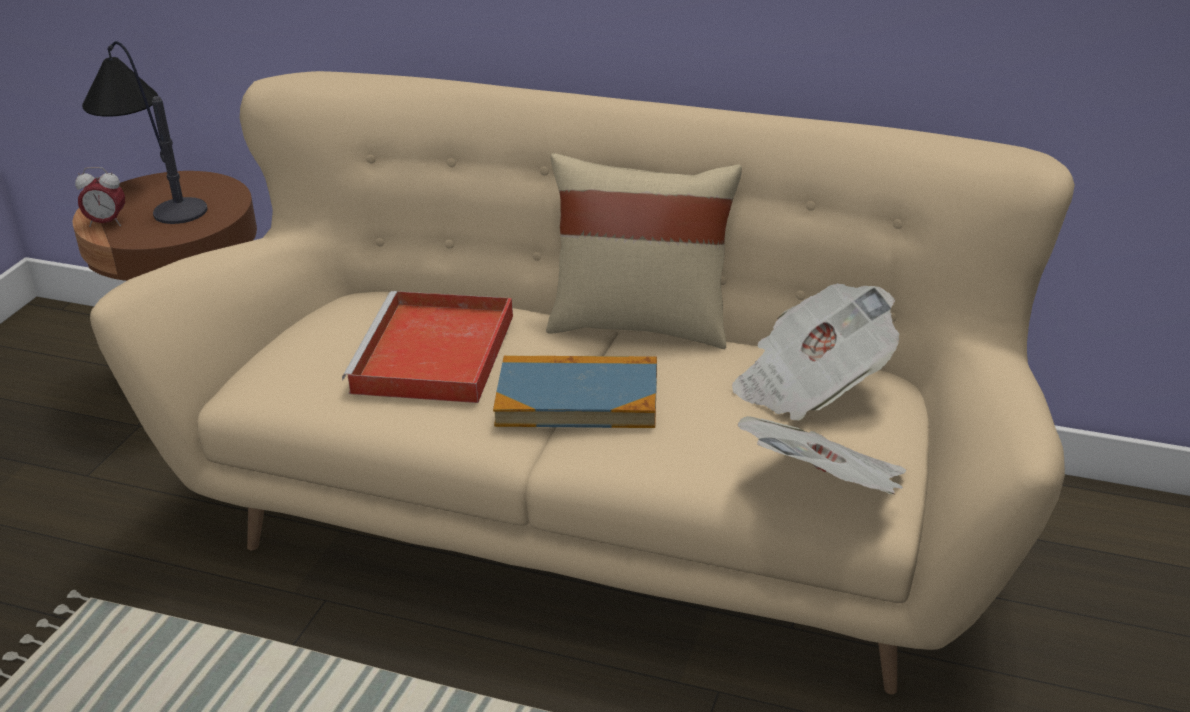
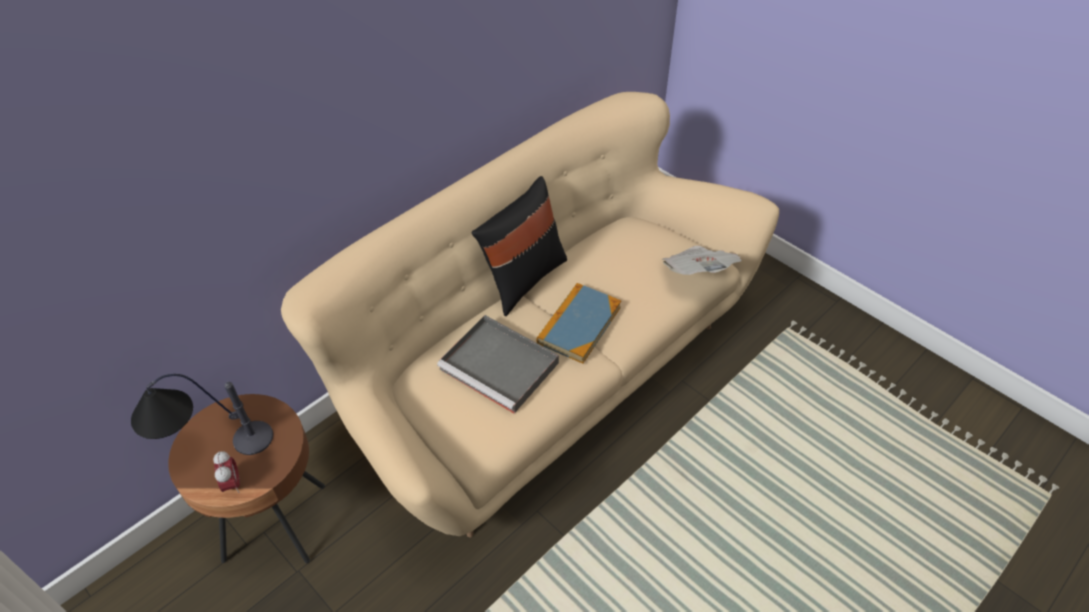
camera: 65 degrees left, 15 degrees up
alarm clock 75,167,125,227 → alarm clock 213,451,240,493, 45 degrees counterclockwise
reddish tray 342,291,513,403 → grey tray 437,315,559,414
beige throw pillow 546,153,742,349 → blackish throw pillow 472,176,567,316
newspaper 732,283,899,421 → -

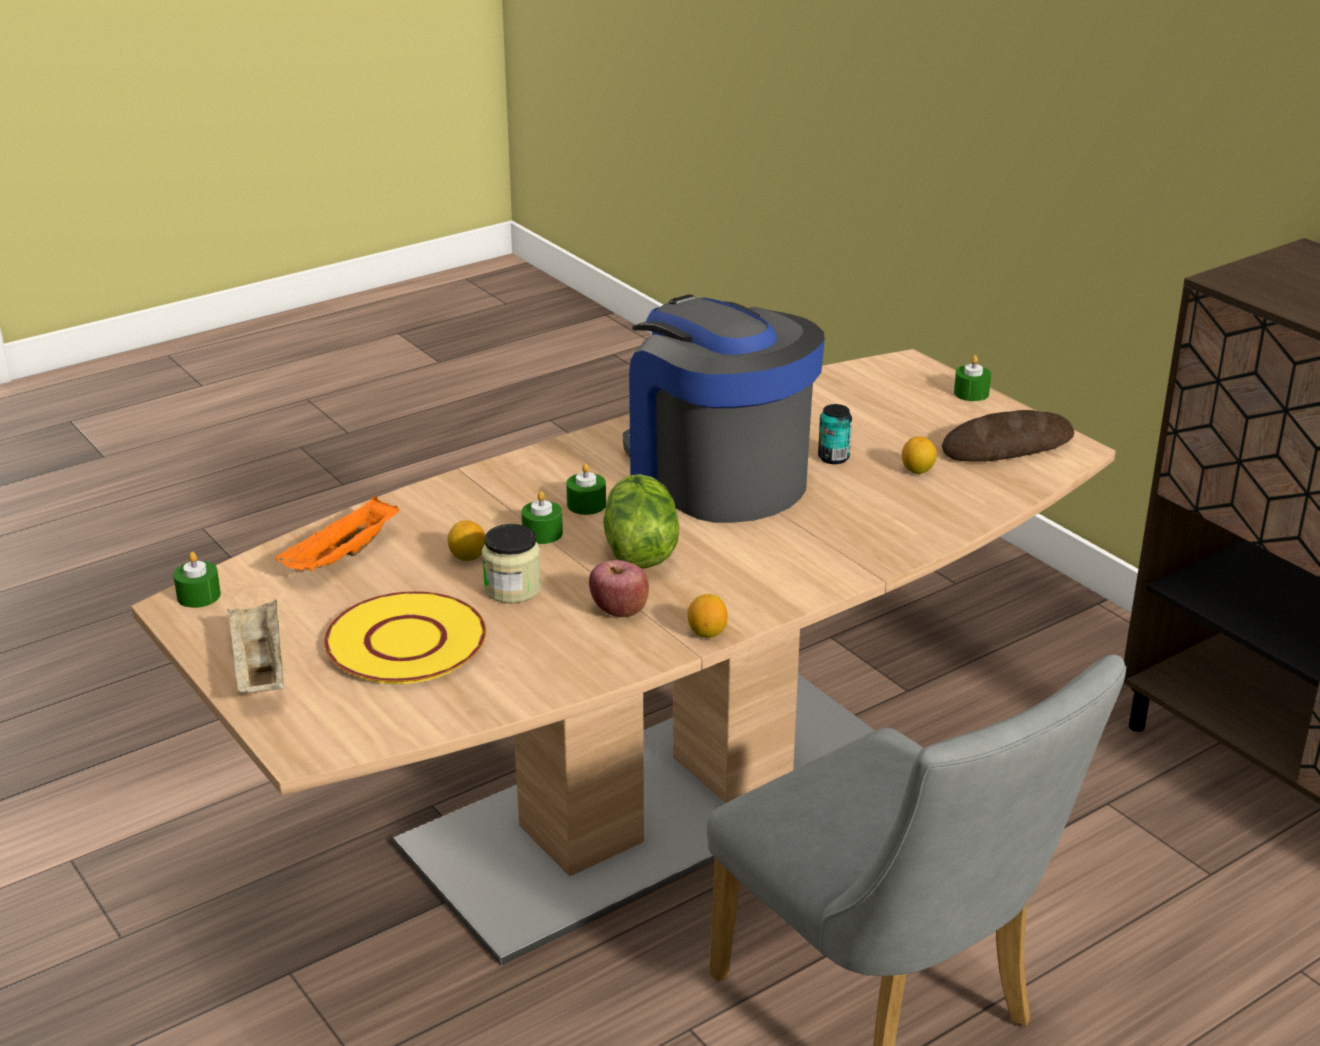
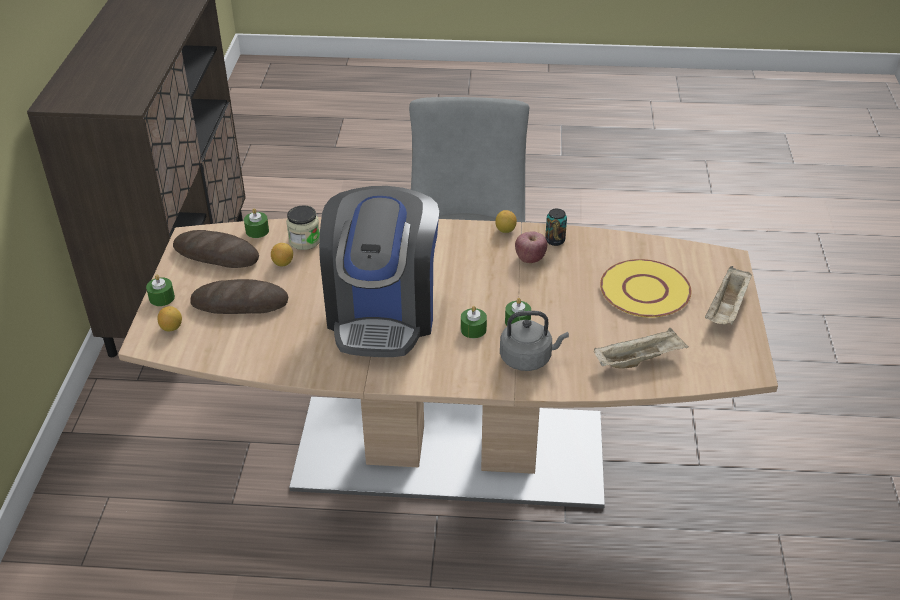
camera: 140 degrees left, 10 degrees up
greenish candle 173,552,221,608 → greenish candle 244,208,269,238, relocated
orange tray 275,496,399,571 → beige tray 594,328,689,369
citrus fruit 447,520,485,561 → citrus fruit 157,306,182,332, relocated
storage jar 482,524,541,603 → storage jar 286,205,320,250, relocated
lettuce 603,474,679,568 → -
can 818,404,852,464 → can 545,208,567,246, relocated
- → bakery bread 190,279,288,314
- → grey water kettle 500,311,569,371

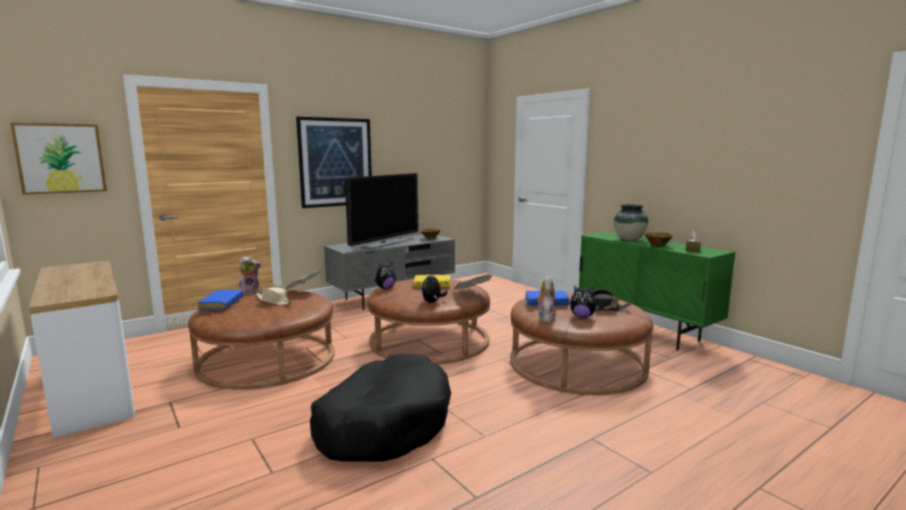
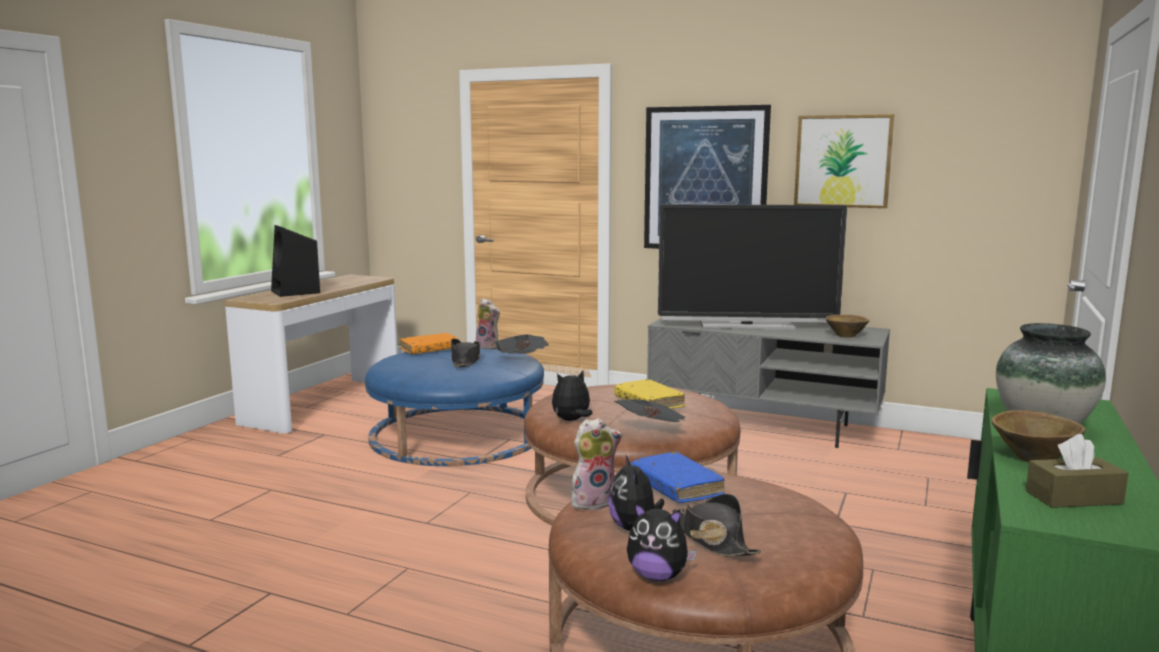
camera: 60 degrees right, 0 degrees up
wall picture 10,123,107,195 → wall picture 794,114,894,208, relocated
brownish ottoman 188,290,335,390 → blue ottoman 365,348,544,466
blue volume 197,290,243,310 → orange volume 400,333,459,354
beige hat 256,286,293,305 → blackish hat 451,339,480,367
blackish pet bed 310,354,451,462 → -
plush toy 374,262,396,289 → plush toy 627,502,697,581, relocated
- → blackish audio speaker 271,225,320,297

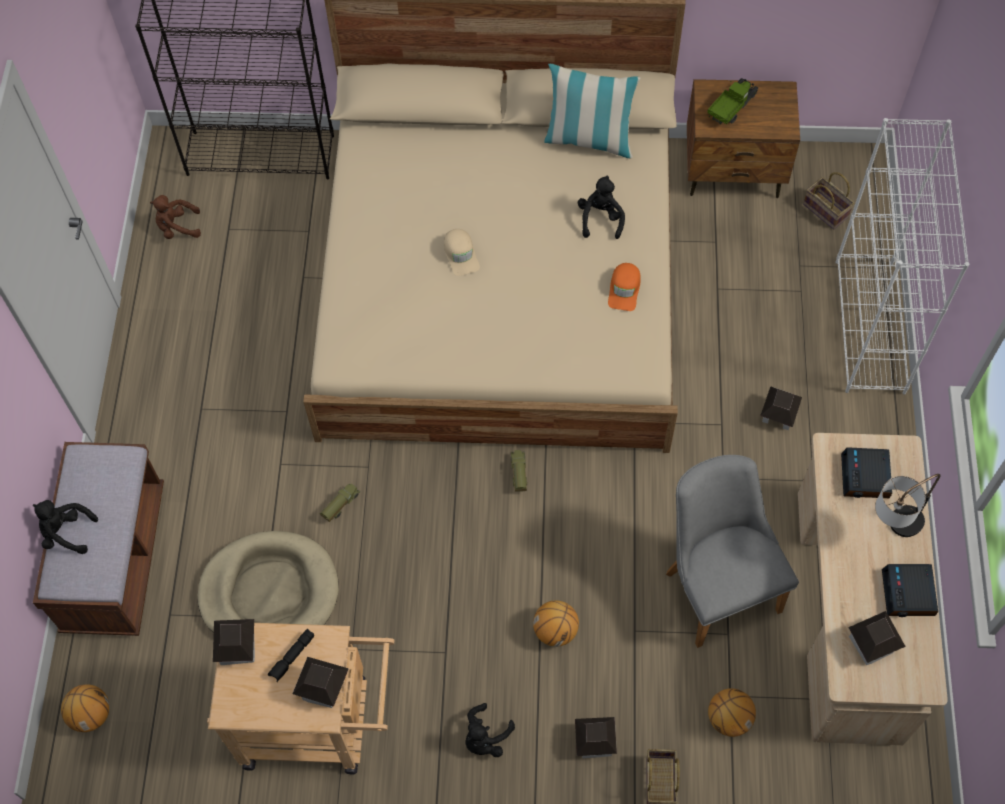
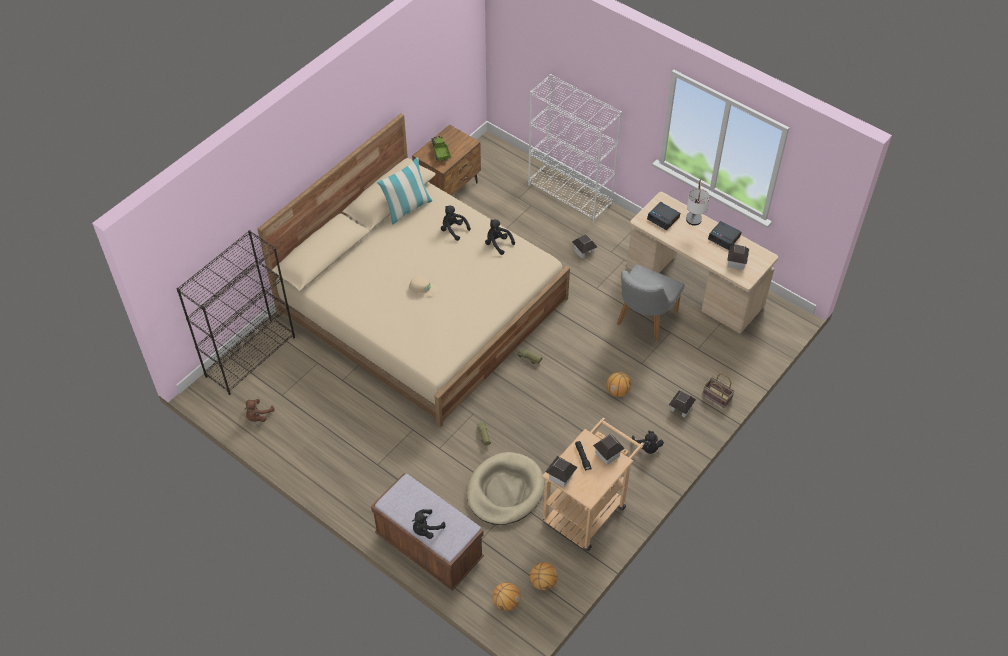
camera: 55 degrees left, 10 degrees down
orange baseball cap 608,263,641,311 → blackish plush toy 485,219,515,255
grey upright chair 666,455,799,648 → grey upright chair 617,264,685,341, 75 degrees counterclockwise
basketball ball 708,688,756,737 → basketball ball 530,562,558,590, relocated
basket 803,172,854,229 → -

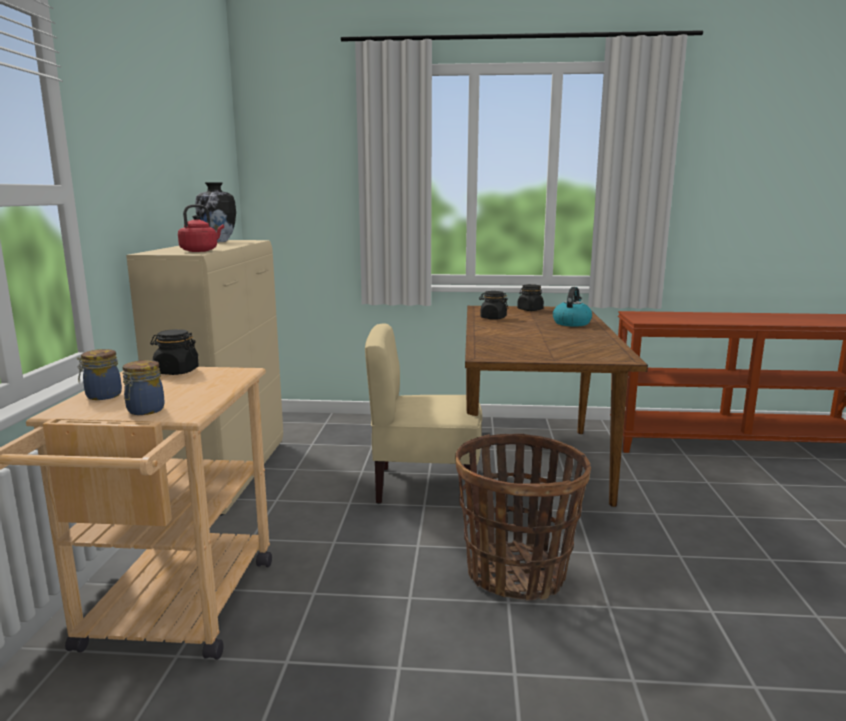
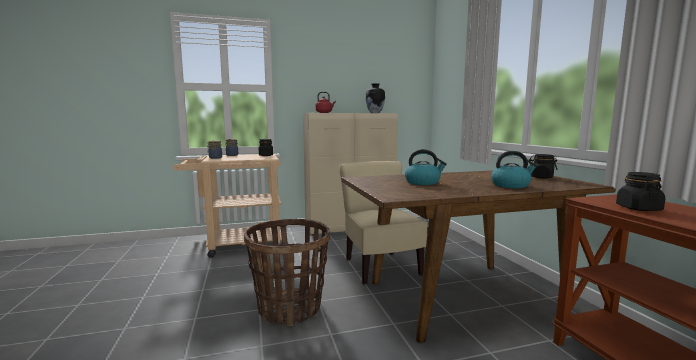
camera: 70 degrees right, 5 degrees down
blackish storage jar 479,291,508,320 → blackish storage jar 616,172,665,211, relocated
- → water kettle 405,149,447,185

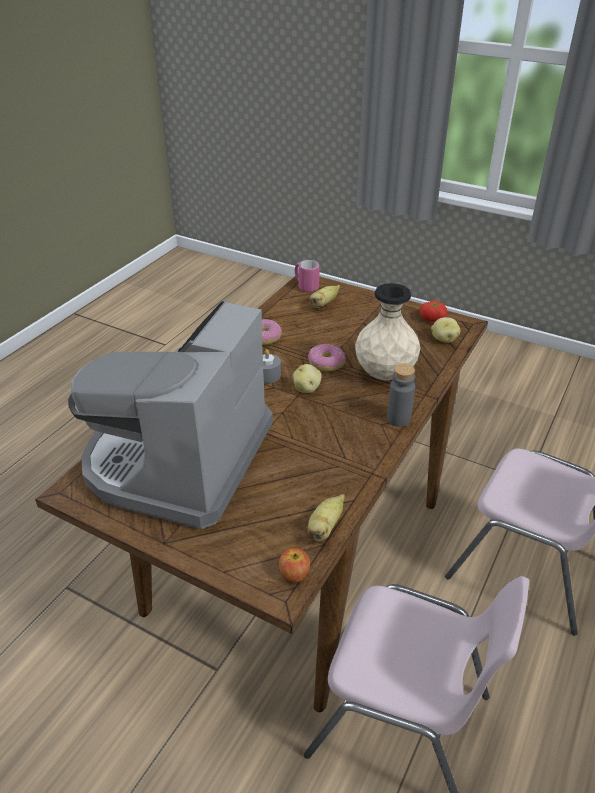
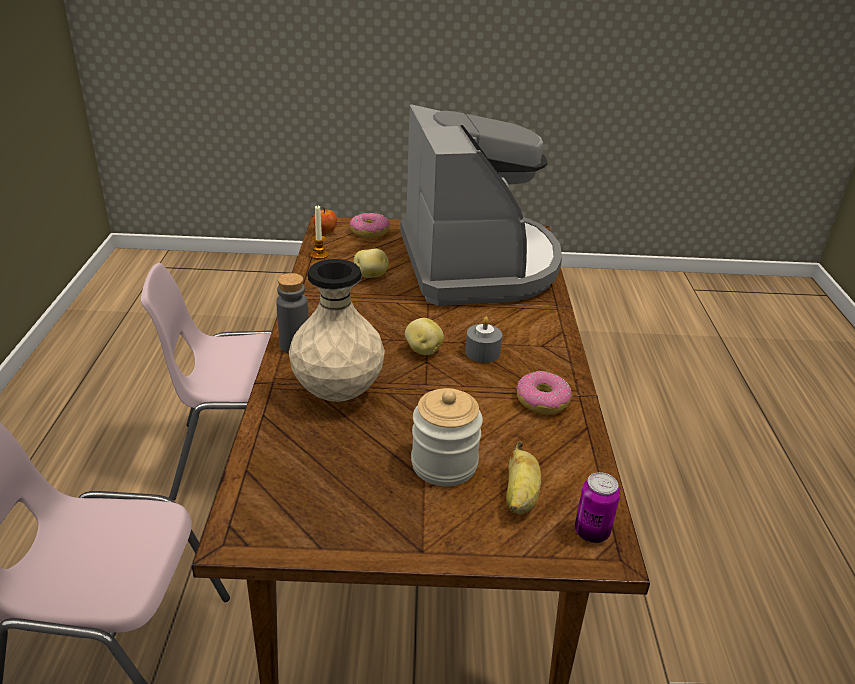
camera: 150 degrees right, 5 degrees down
pink coffee mug 295,260,320,292 → can 575,472,620,543
ring doughnut 308,344,346,372 → ring doughnut 350,213,390,238, relocated
whole banana 308,494,345,542 → candle 310,205,329,259
whole tomato 419,300,447,322 → -
potato 431,317,460,343 → potato 353,248,389,278, relocated
- → storage jar 411,388,483,486

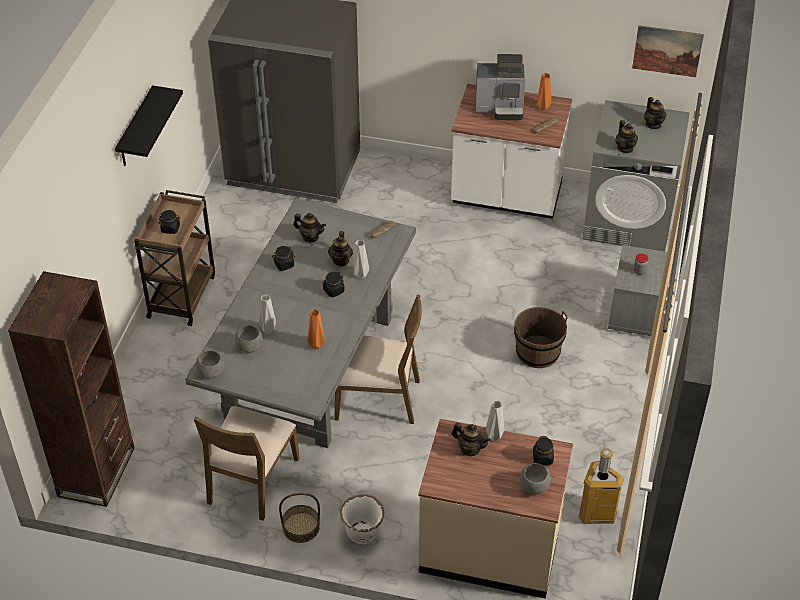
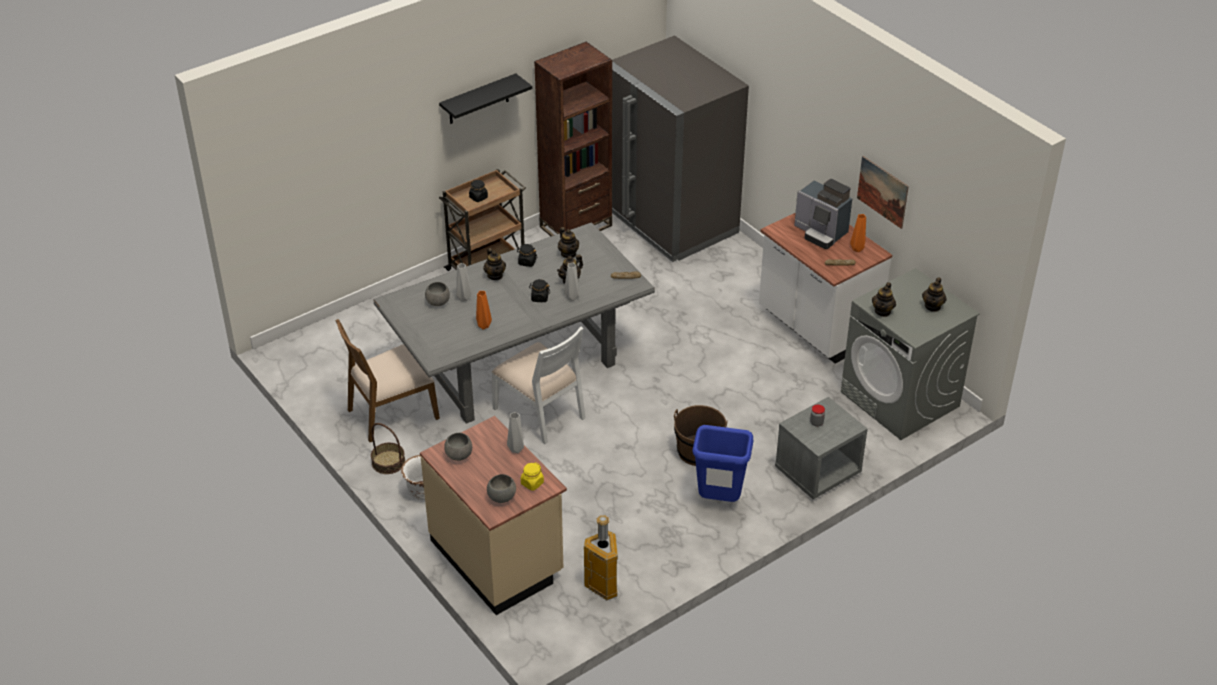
camera: 40 degrees right, 5 degrees down
brownish bookcase 8,271,135,507 → brownish bookcase 534,42,612,236, relocated
grey deep dish 196,350,225,378 → grey deep dish 444,433,472,461, relocated
brownish upright chair 335,294,422,424 → white upright chair 492,326,585,444
pot for tea 452,423,490,456 → pot for tea 483,248,506,280, relocated
blackish storage jar 533,436,554,465 → yellow-coloured storage jar 521,462,544,491
wall picture 632,25,704,77 → wall picture 857,156,909,229, relocated
- → blue waste bin 693,425,753,502

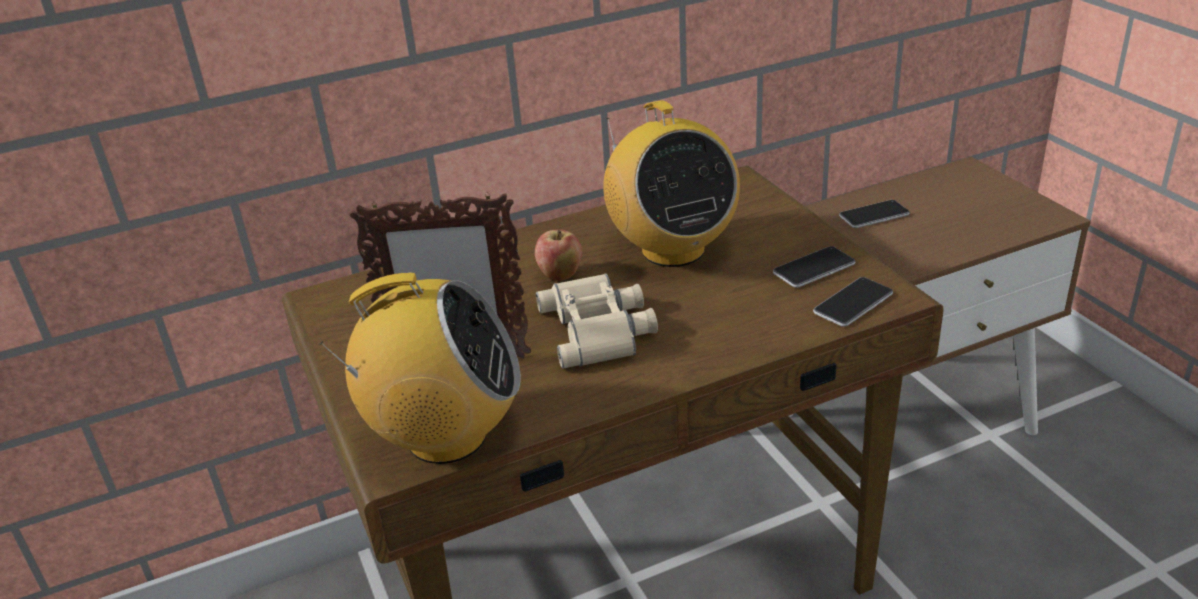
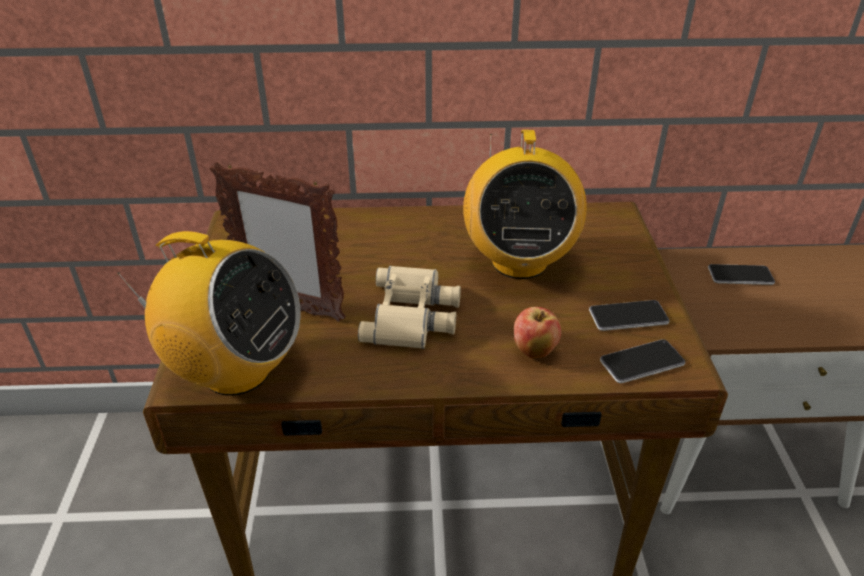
camera: 20 degrees right, 5 degrees up
whole apple 535,229,582,281 → whole apple 514,307,561,358, relocated

